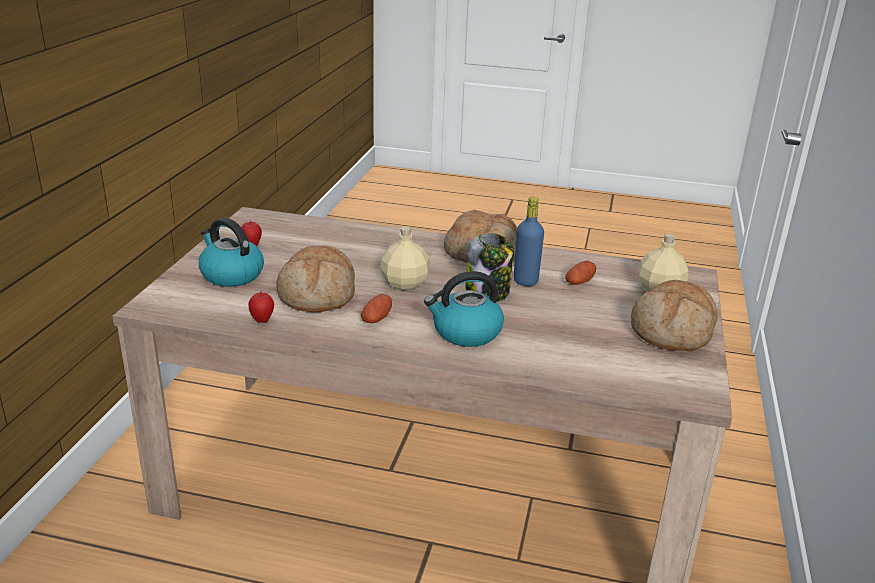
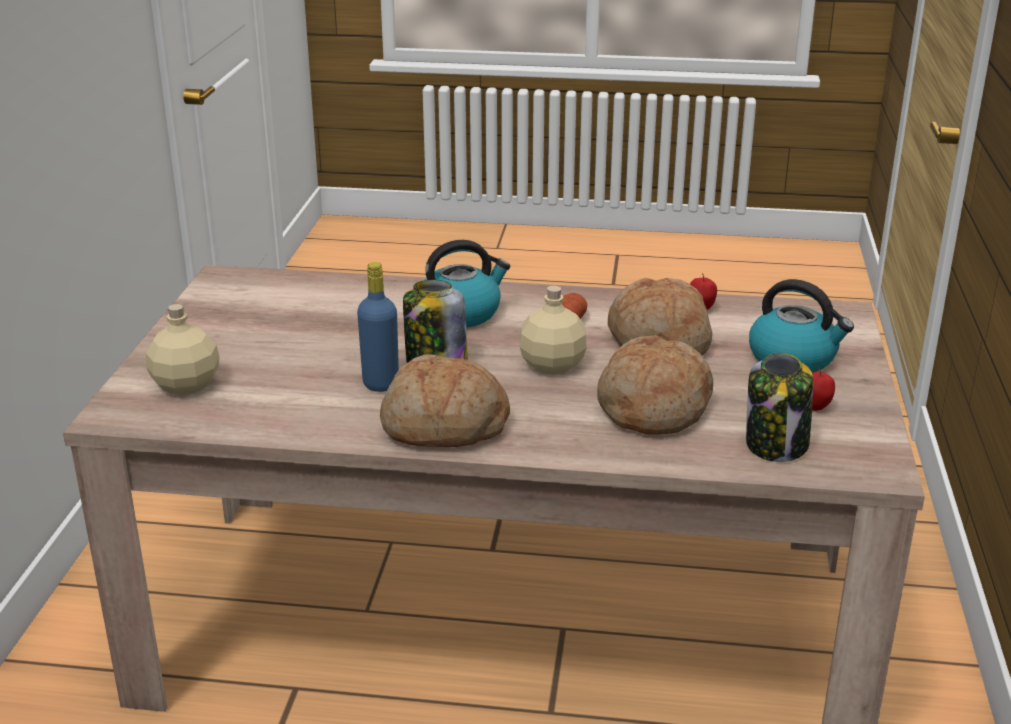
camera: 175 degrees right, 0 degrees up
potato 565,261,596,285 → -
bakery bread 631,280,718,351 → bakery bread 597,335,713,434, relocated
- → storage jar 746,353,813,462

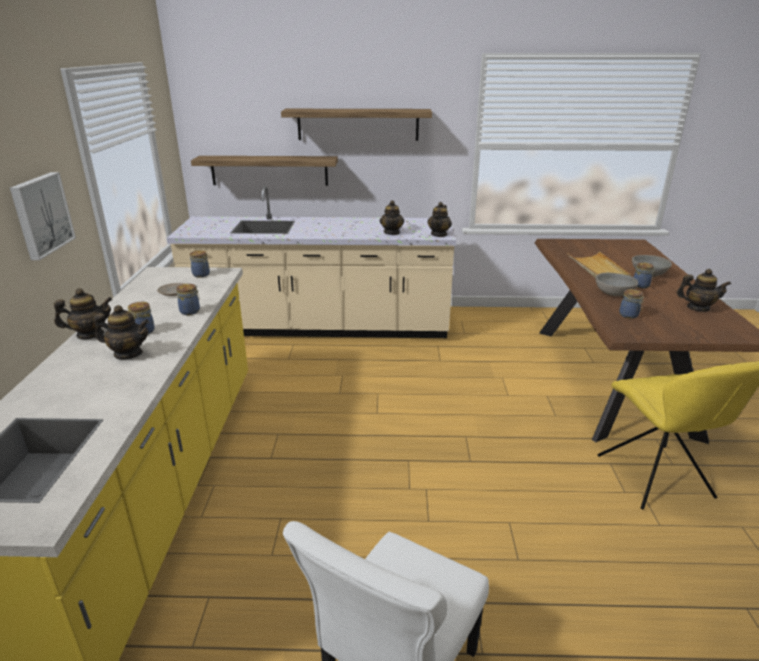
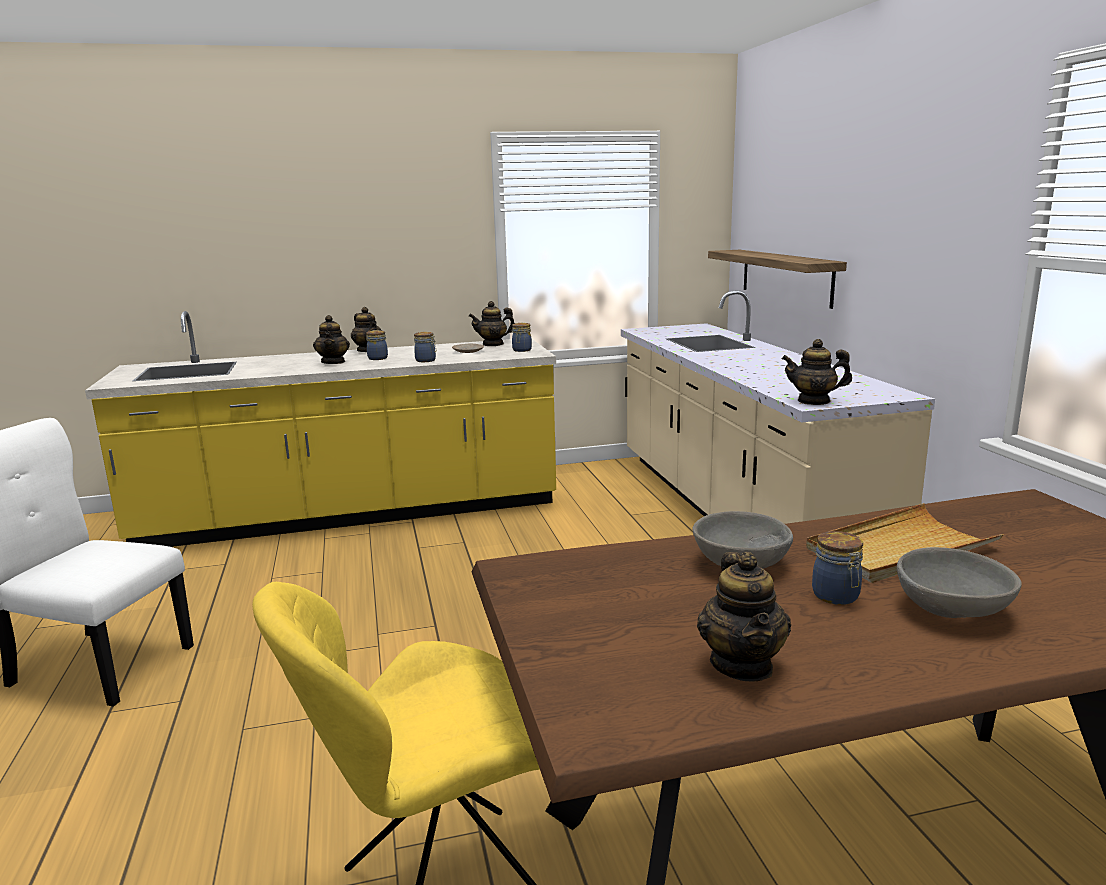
camera: 75 degrees right, 10 degrees down
wall picture 10,172,76,260 → -
bracket shelf 281,109,432,141 → -
pot for tea 380,200,404,235 → pot for tea 469,301,515,346, relocated
storage jar 619,289,644,319 → -

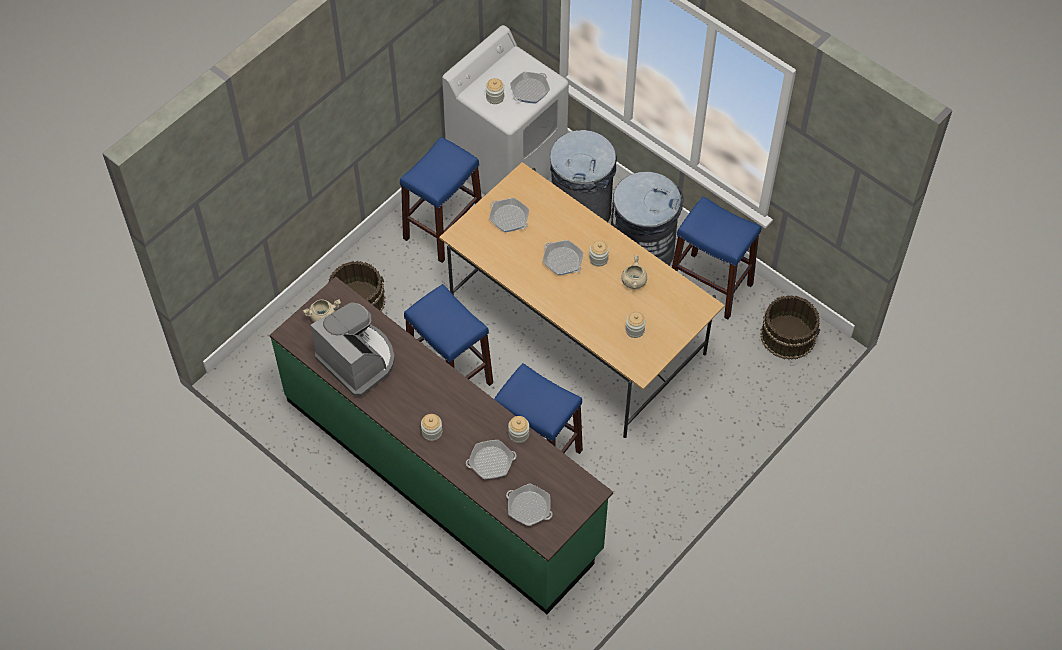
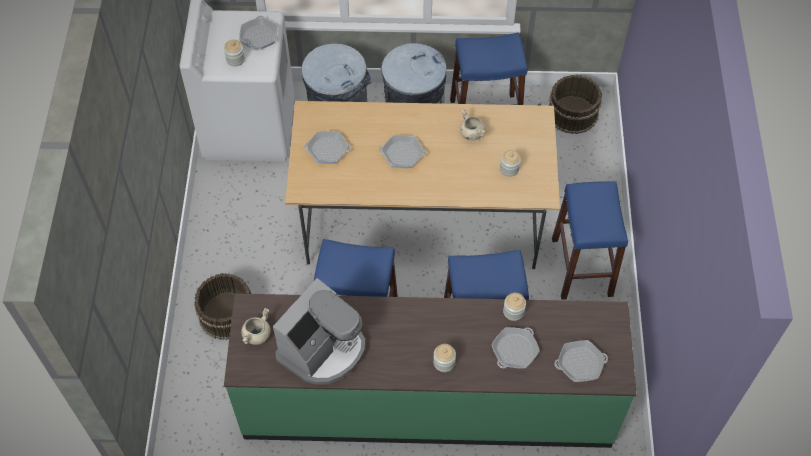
camera: 40 degrees left, 0 degrees up
coffee maker 311,302,395,397 → coffee maker 273,278,365,385, 120 degrees clockwise
blue stool seat 400,137,482,263 → blue stool seat 552,181,628,300, relocated
storage jar 589,240,609,267 → -

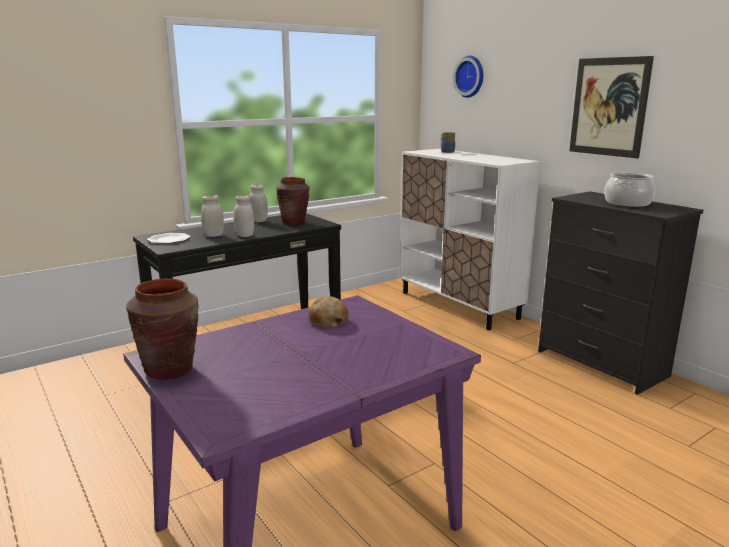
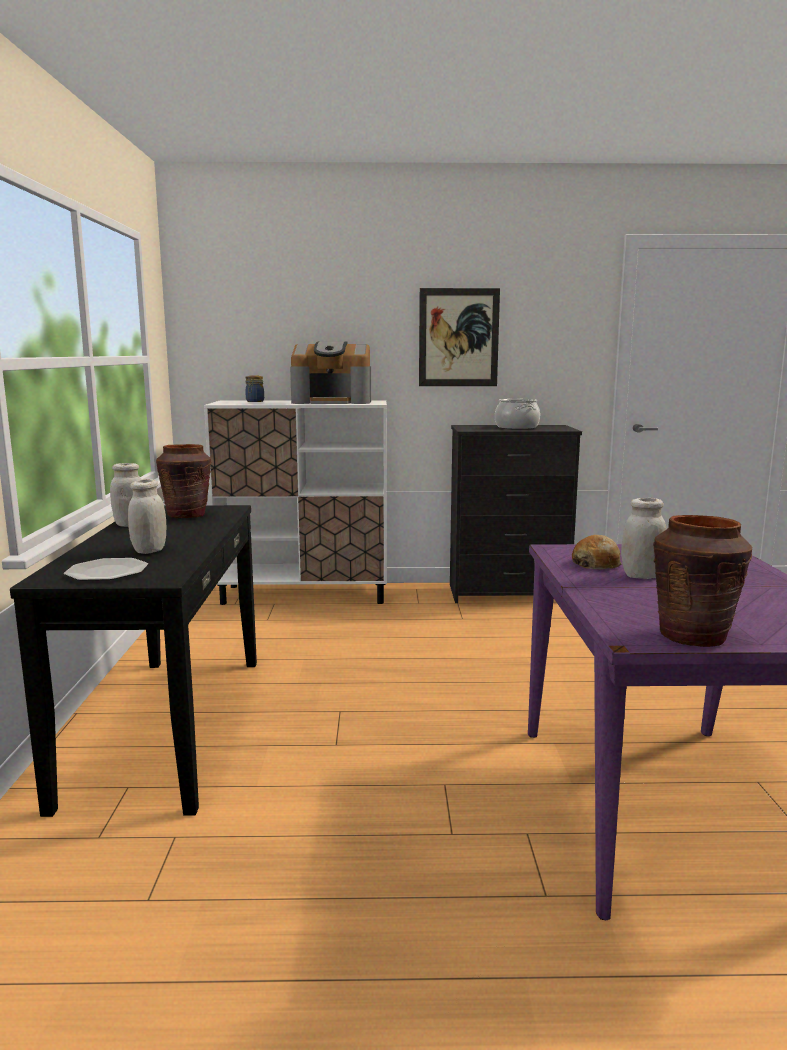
camera: 55 degrees left, 5 degrees down
white storage jar 233,195,254,237 → white storage jar 621,498,666,579, relocated
wall clock 453,56,483,98 → -
- → coffee maker 290,342,371,404

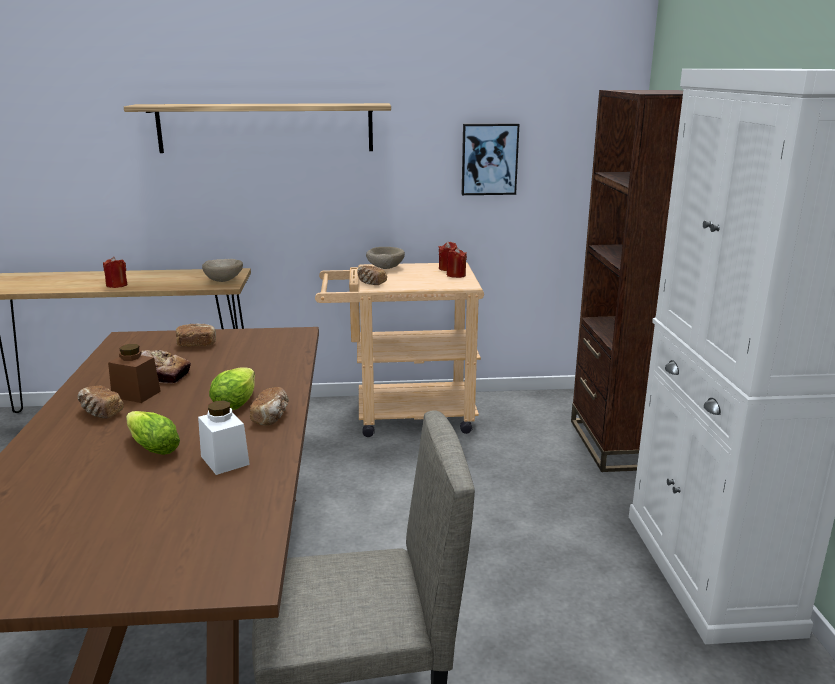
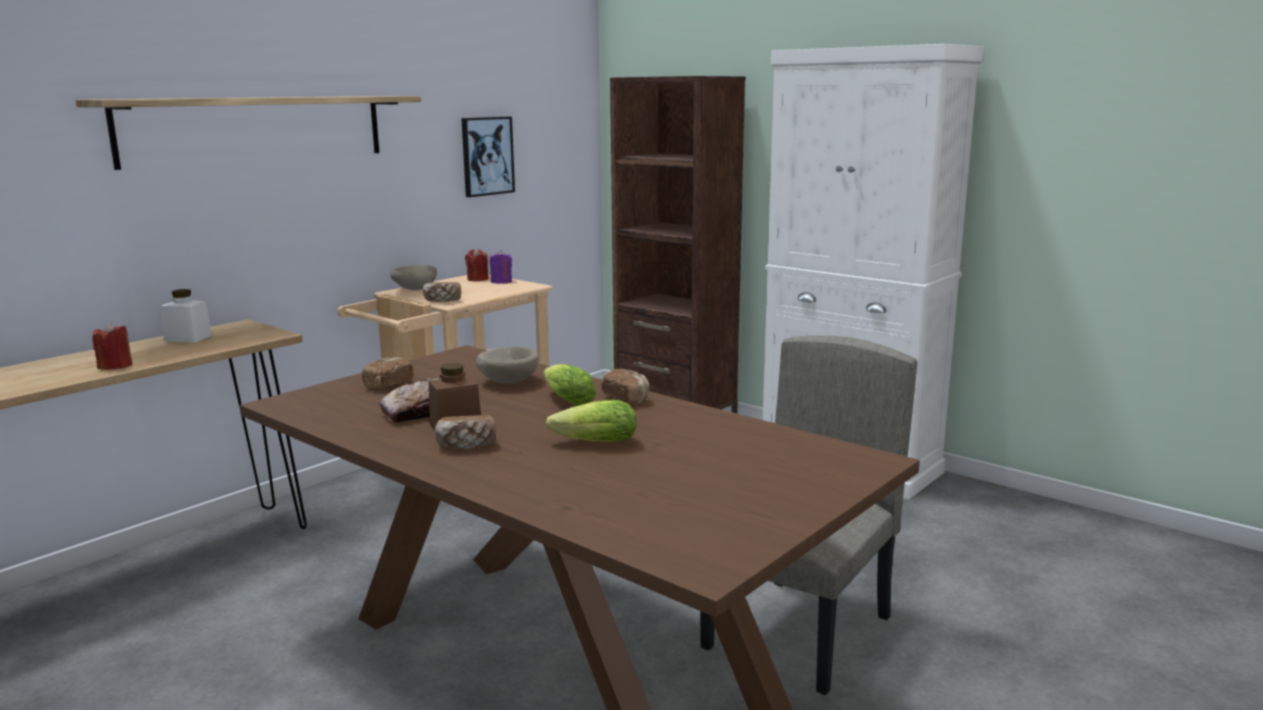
camera: 45 degrees left, 5 degrees down
white storage jar 198,400,250,475 → white storage jar 161,289,212,343, relocated
beige deep dish 202,259,243,282 → beige deep dish 476,346,539,384, relocated
reddish candle 447,248,467,278 → purple-coloured candle 490,250,512,284

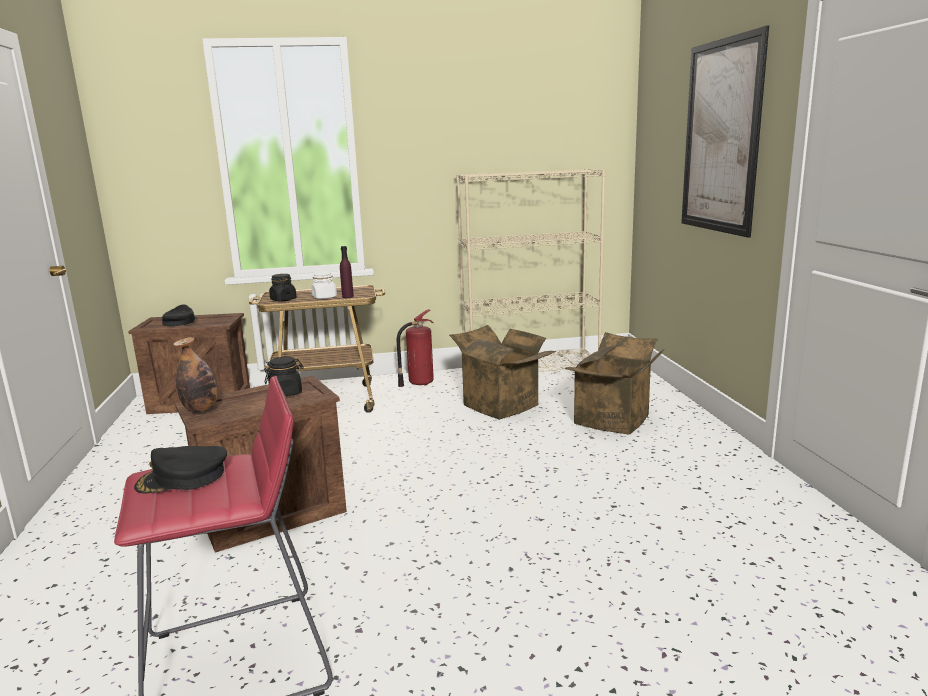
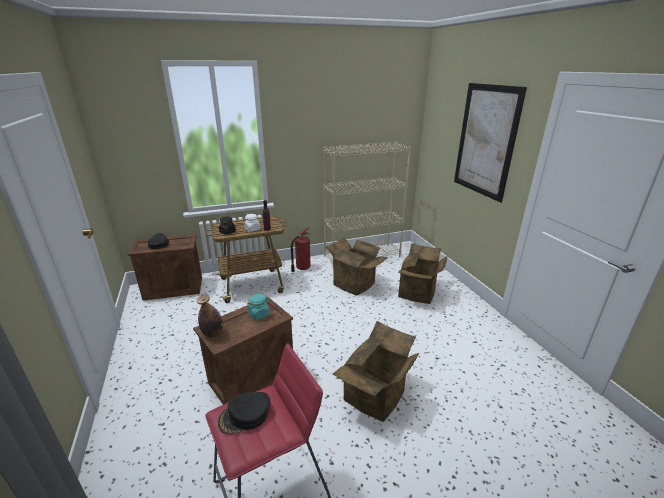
camera: 10 degrees left, 10 degrees up
blackish storage jar 264,357,304,396 → turquoise-coloured storage jar 247,294,269,320
- → cardboard box 333,321,419,422

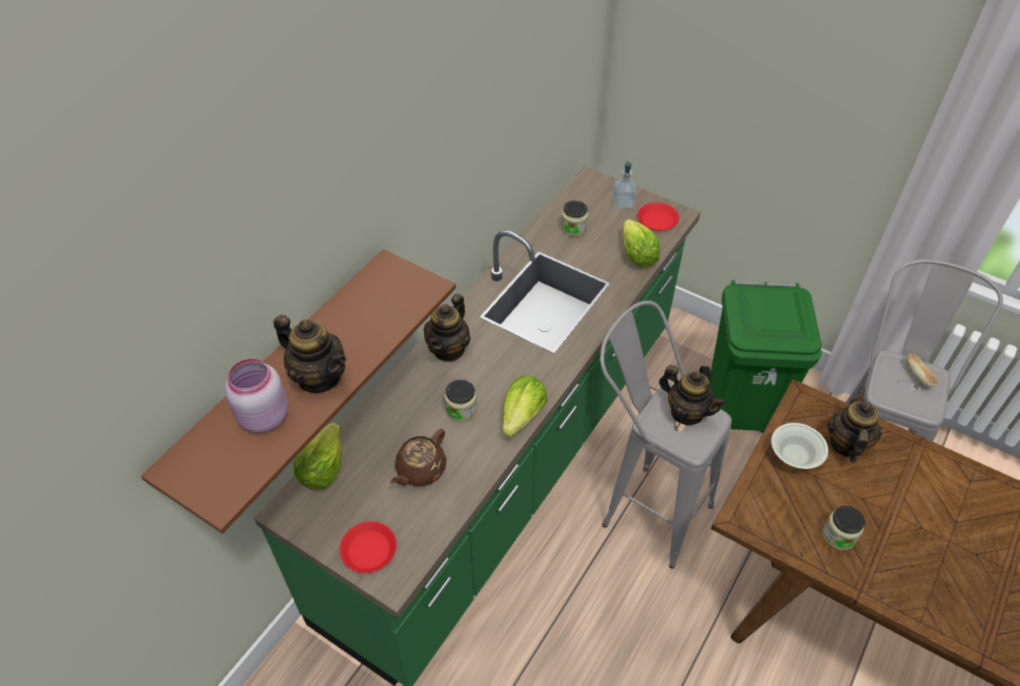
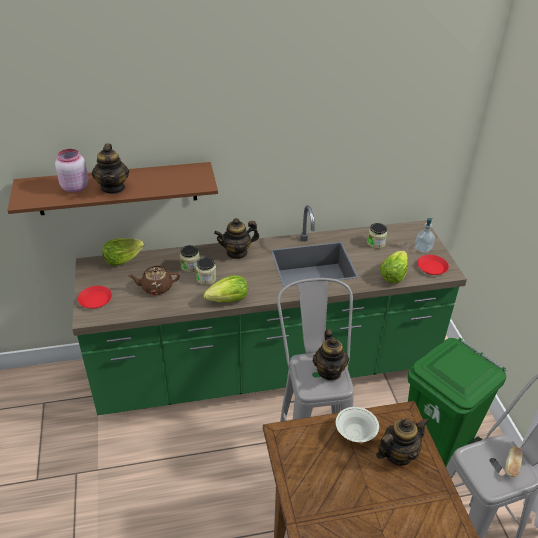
camera: 45 degrees right, 10 degrees down
storage jar 823,506,865,550 → storage jar 180,245,200,272, relocated

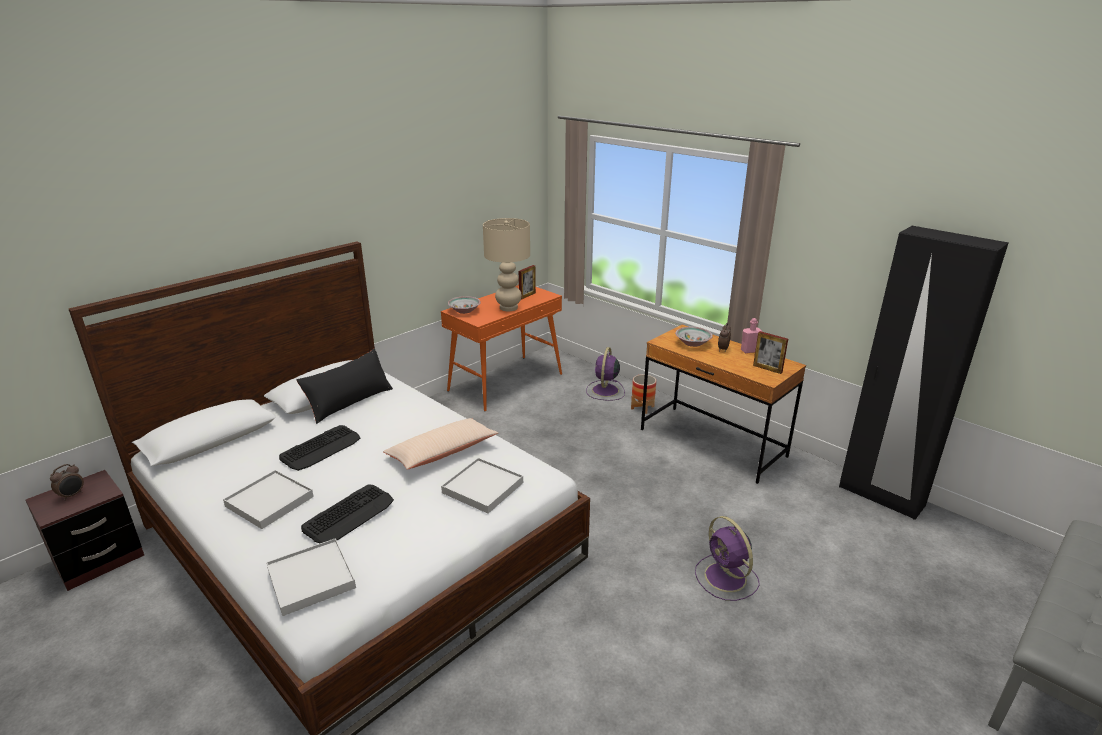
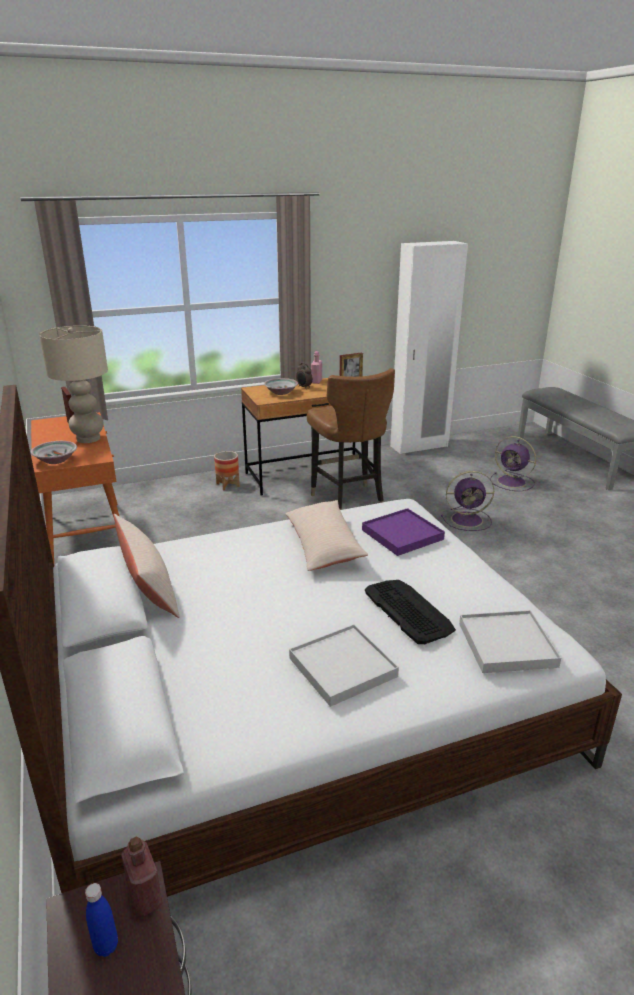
camera: 65 degrees left, 0 degrees up
alarm clock 50,464,84,501 → blue bottle 85,883,118,957
computer keyboard 279,425,361,471 → -
blackish throw pillow 296,348,393,424 → beige throw pillow 114,514,179,618
white tray 441,458,523,514 → purple-coloured tray 362,508,445,556
purple-coloured fan 586,347,625,401 → purple-coloured fan 490,436,536,491, relocated
blackish armoire 839,226,1009,520 → white armoire 390,241,468,454
- → reddish bottle 121,837,163,916
- → brownish upright chair 307,368,395,510

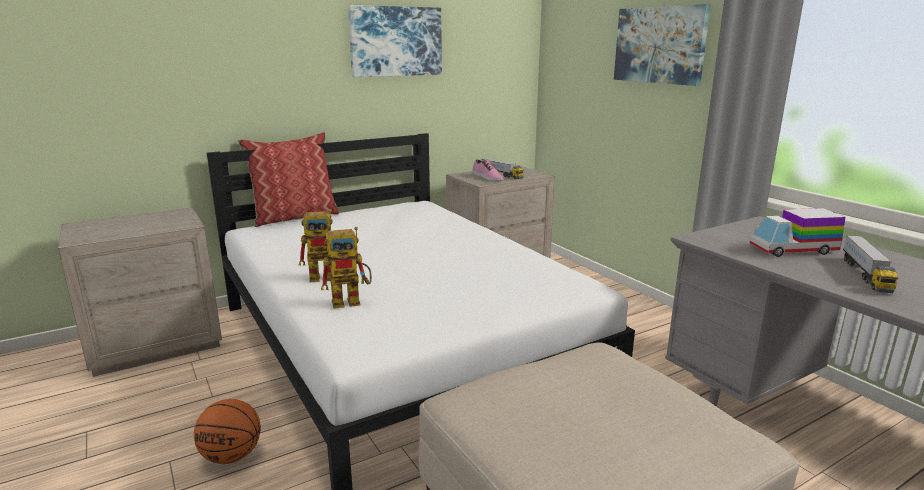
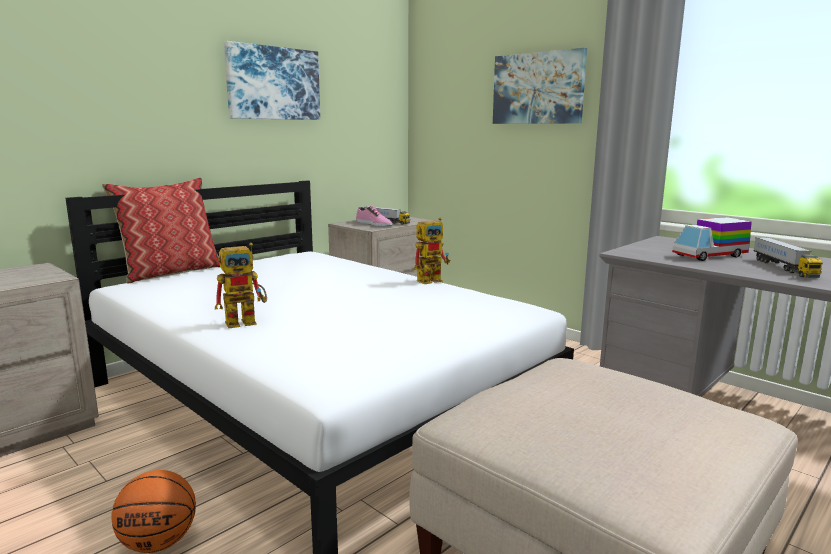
camera: 15 degrees left, 5 degrees down
robot figure 321,227,372,309 → robot figure 414,217,450,284, relocated

